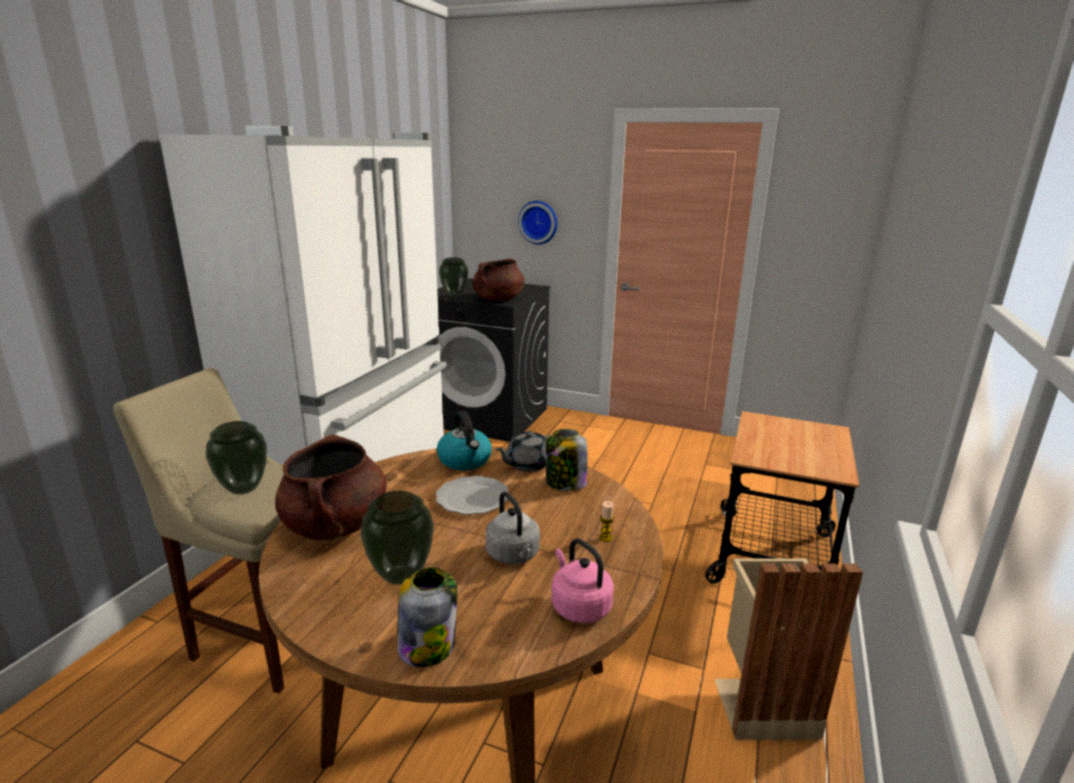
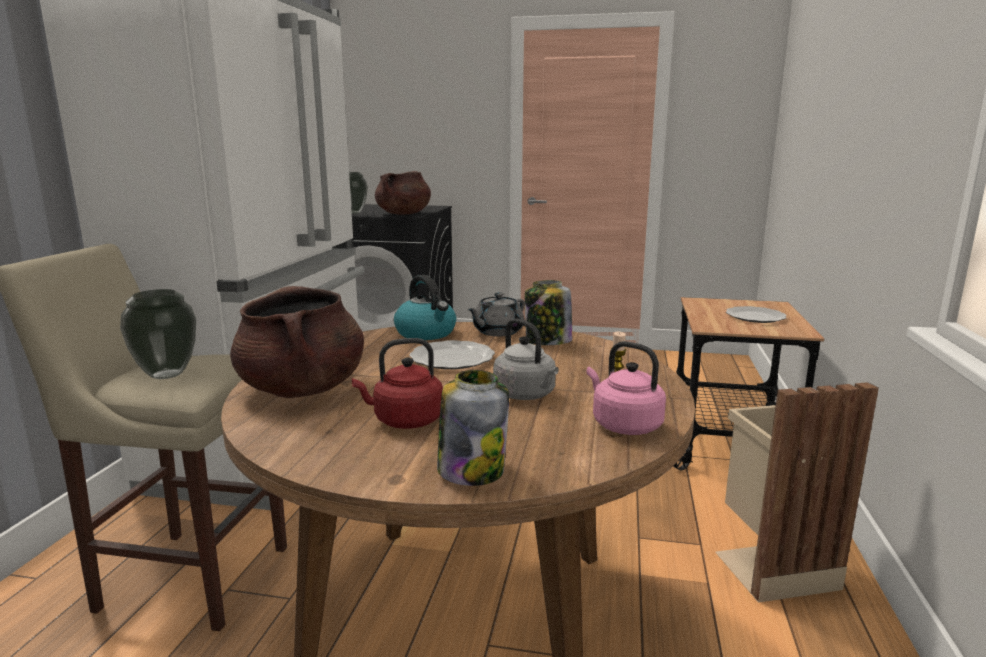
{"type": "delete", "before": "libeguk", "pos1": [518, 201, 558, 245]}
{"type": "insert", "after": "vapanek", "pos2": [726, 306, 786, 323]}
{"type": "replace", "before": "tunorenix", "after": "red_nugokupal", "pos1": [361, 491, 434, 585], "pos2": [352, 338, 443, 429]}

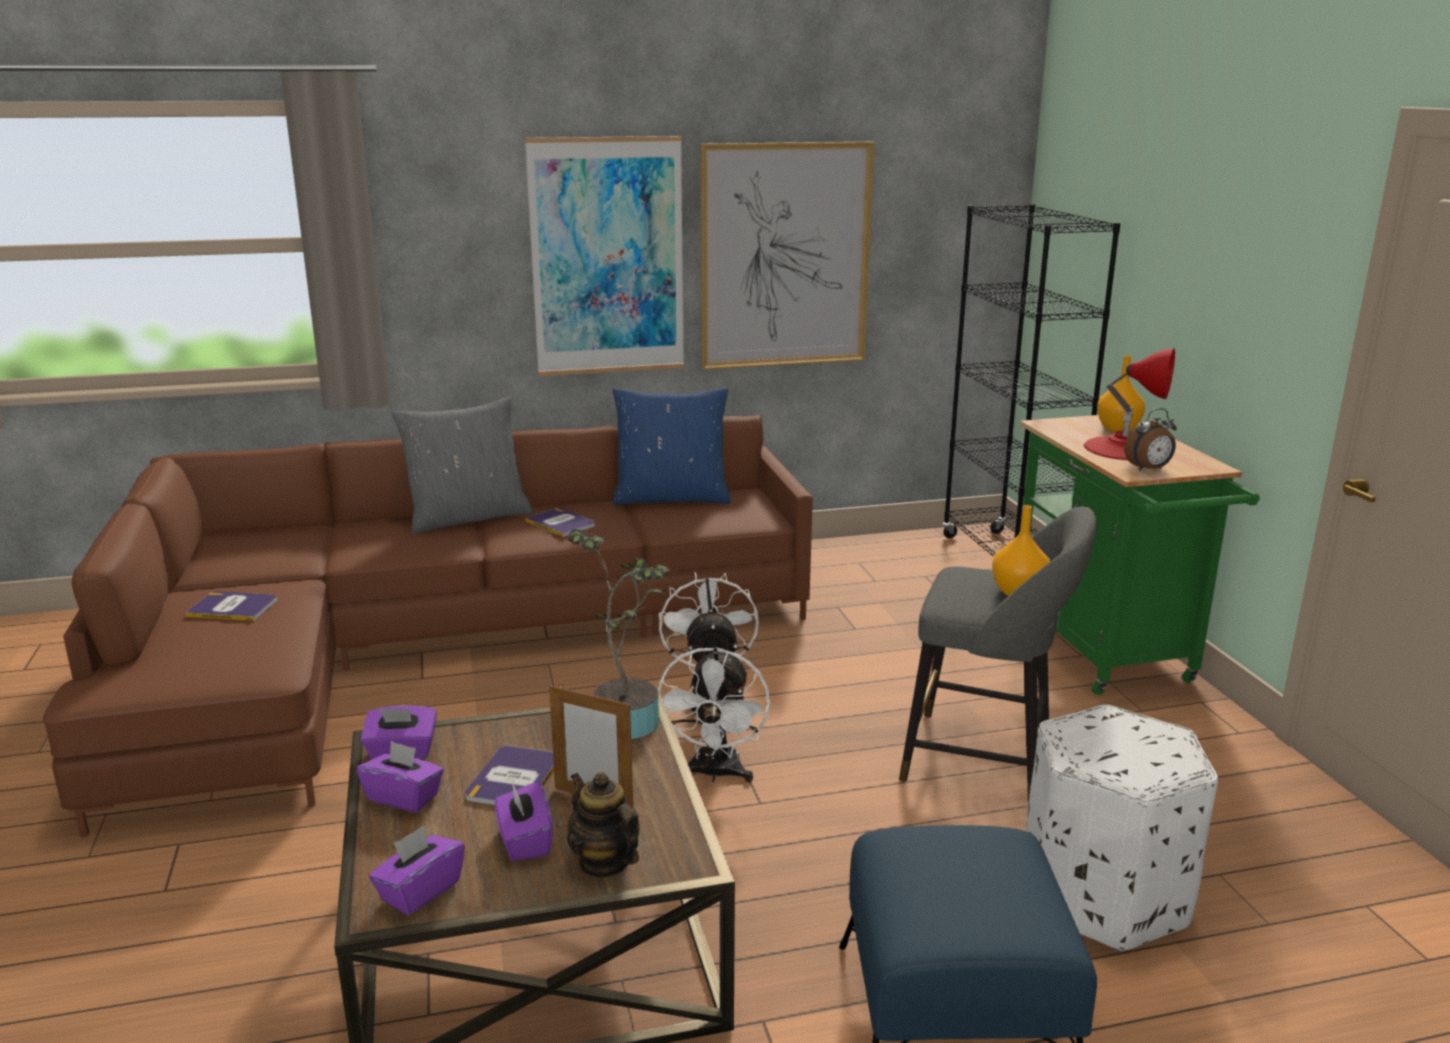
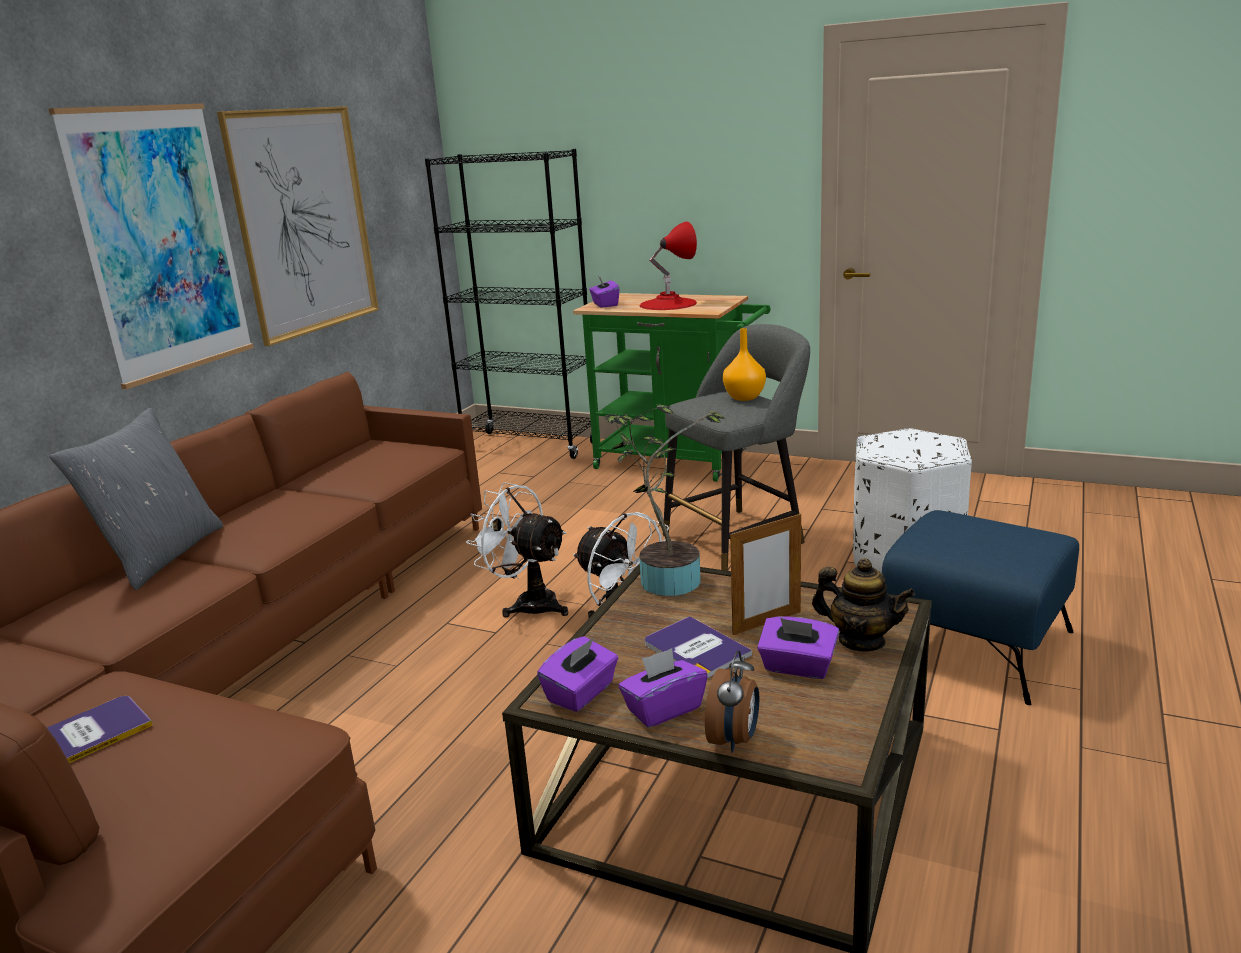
{"type": "delete", "before": "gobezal", "pos1": [526, 508, 595, 537]}
{"type": "delete", "before": "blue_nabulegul", "pos1": [613, 388, 731, 505]}
{"type": "delete", "before": "orange_tunorenix", "pos1": [1097, 355, 1145, 432]}
{"type": "move", "before": "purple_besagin", "pos1": [369, 826, 465, 915], "pos2": [589, 277, 619, 308]}
{"type": "move", "before": "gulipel", "pos1": [1124, 408, 1177, 471], "pos2": [705, 650, 759, 752]}
{"type": "rotate", "before": "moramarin", "pos1": [567, 772, 640, 878], "pos2": [812, 558, 915, 652], "turn": -150}

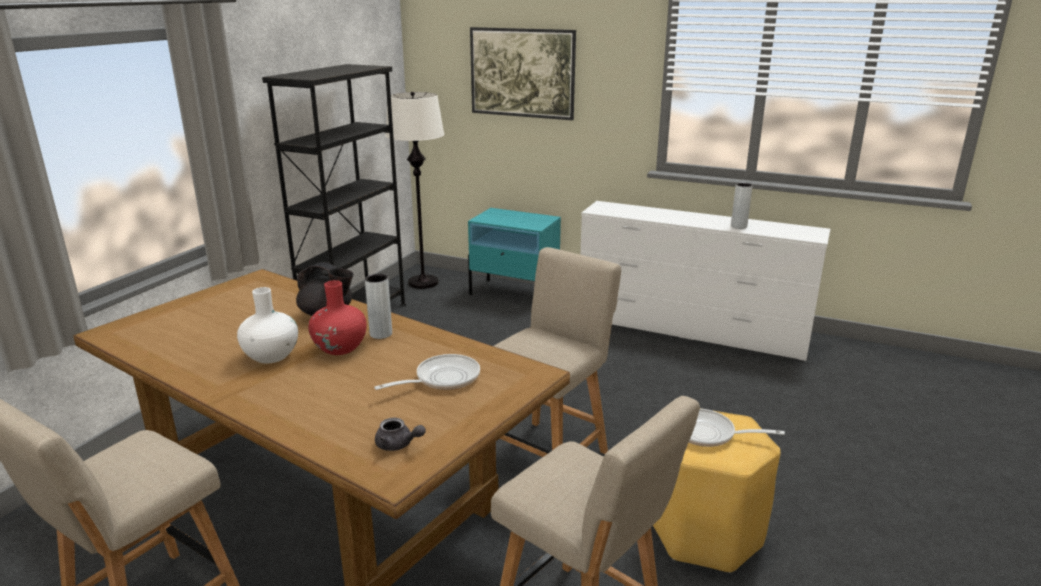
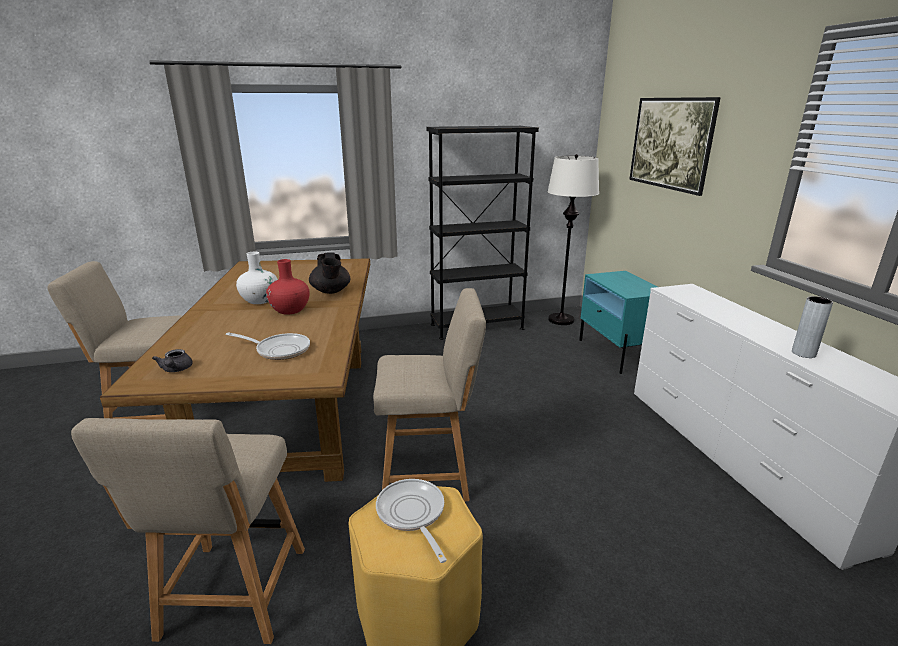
{"type": "delete", "before": "grey_tunorenix", "pos1": [365, 274, 392, 339]}

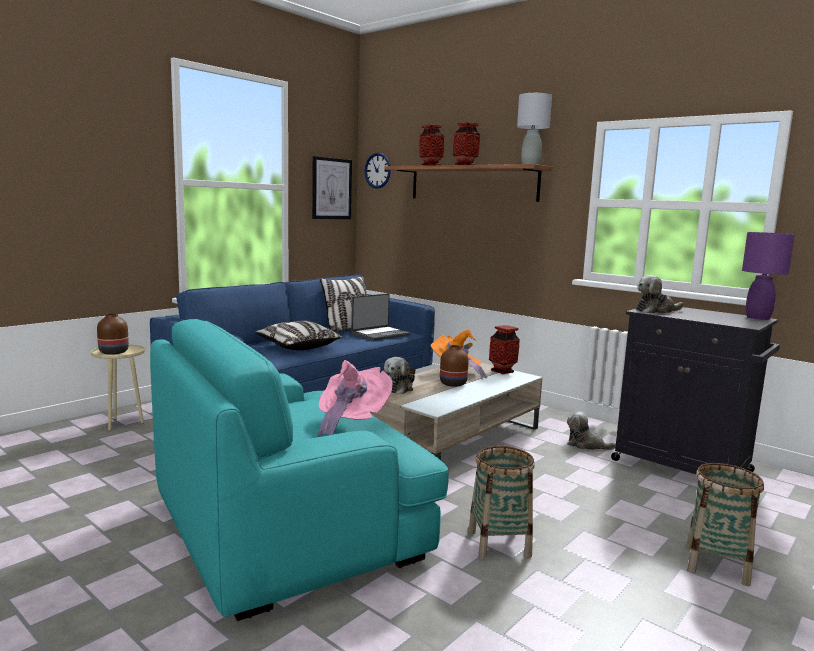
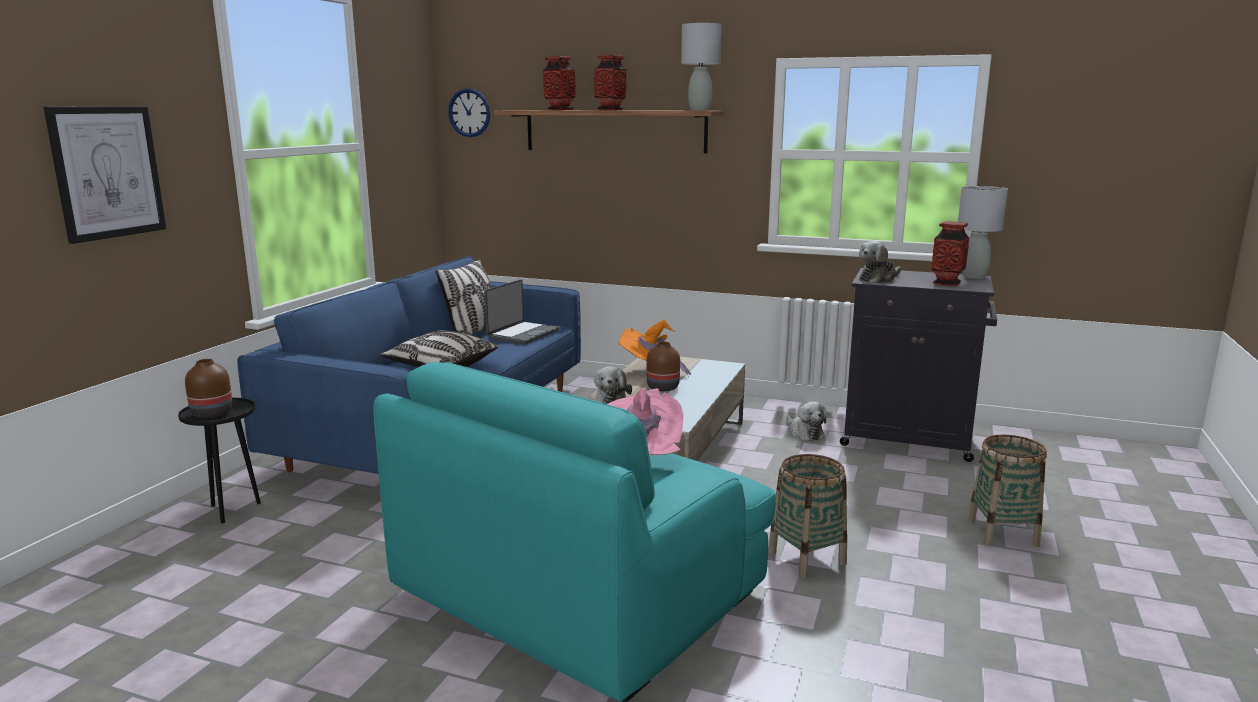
{"type": "move", "before": "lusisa", "pos1": [312, 156, 352, 219], "pos2": [44, 106, 166, 244]}
{"type": "move", "before": "tunorenix", "pos1": [489, 325, 520, 374], "pos2": [931, 221, 969, 286]}
{"type": "recolor", "before": "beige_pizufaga", "after": "black_pizufaga", "pos1": [91, 344, 145, 431], "pos2": [178, 398, 261, 524]}
{"type": "recolor", "before": "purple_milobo", "after": "grey_milobo", "pos1": [742, 232, 795, 320], "pos2": [958, 186, 1008, 279]}
{"type": "rotate", "before": "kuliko", "pos1": [567, 412, 616, 450], "pos2": [787, 402, 827, 441], "turn": -120}

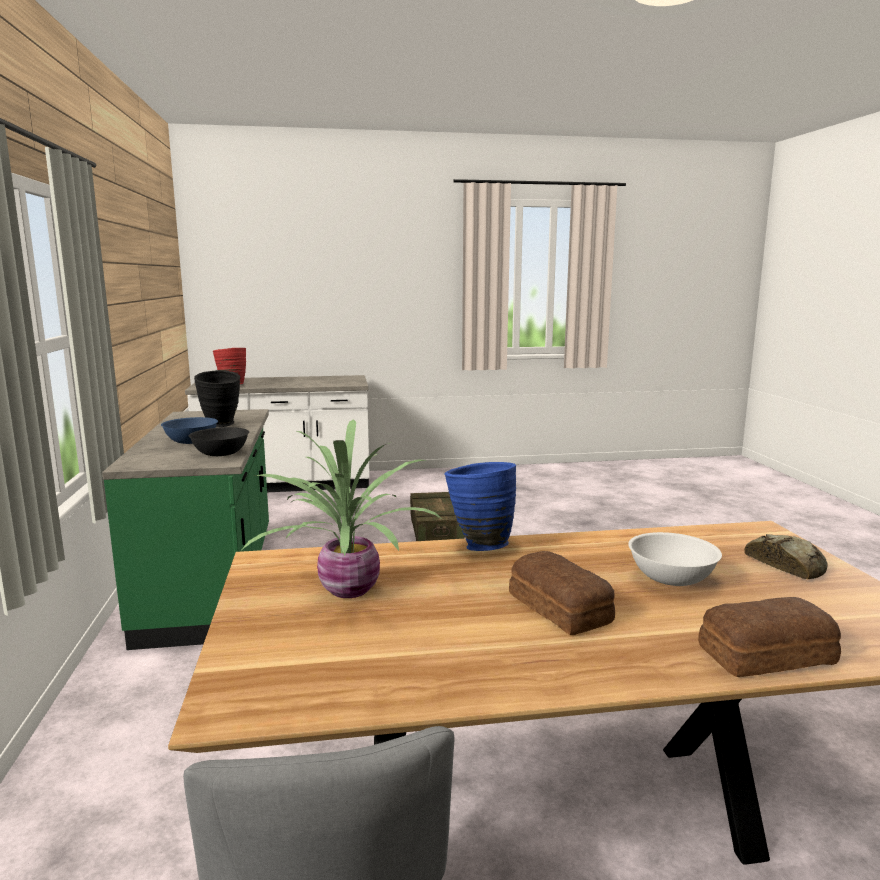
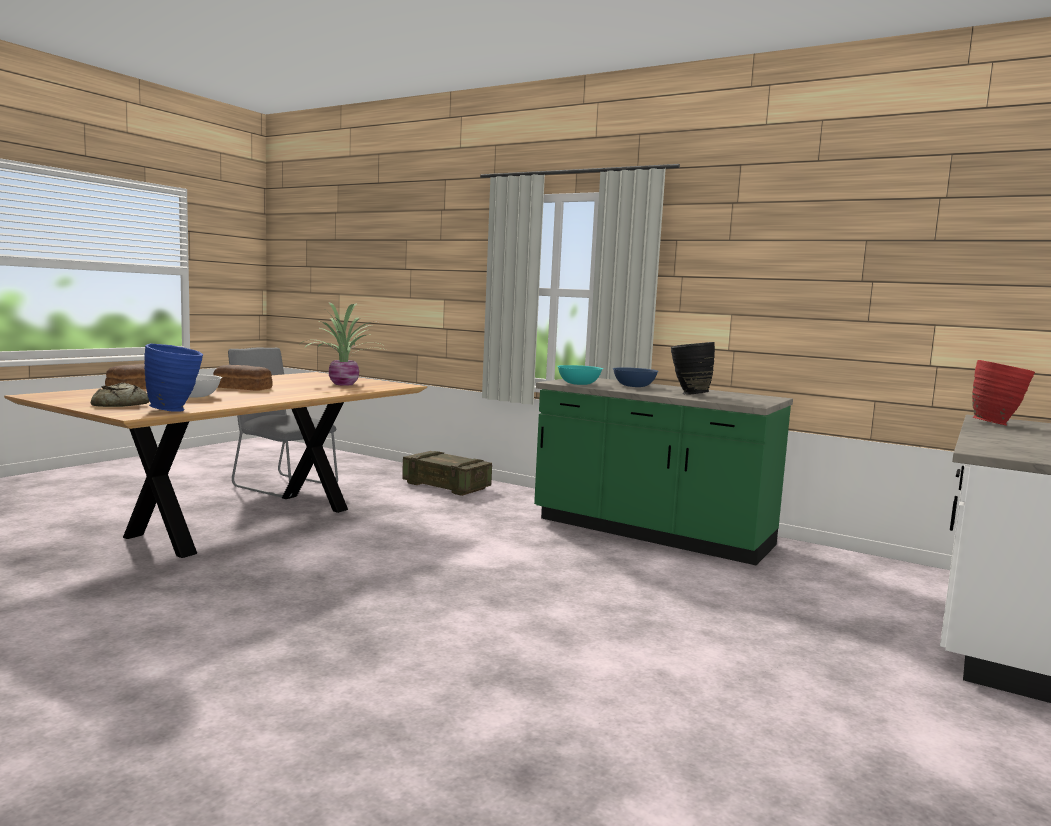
{"type": "move", "before": "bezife", "pos1": [410, 492, 465, 541], "pos2": [402, 451, 492, 496]}
{"type": "move", "before": "blue_tunorenix", "pos1": [444, 462, 516, 551], "pos2": [144, 344, 203, 412]}
{"type": "recolor", "before": "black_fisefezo", "after": "turquoise_fisefezo", "pos1": [189, 427, 249, 456], "pos2": [557, 365, 603, 385]}

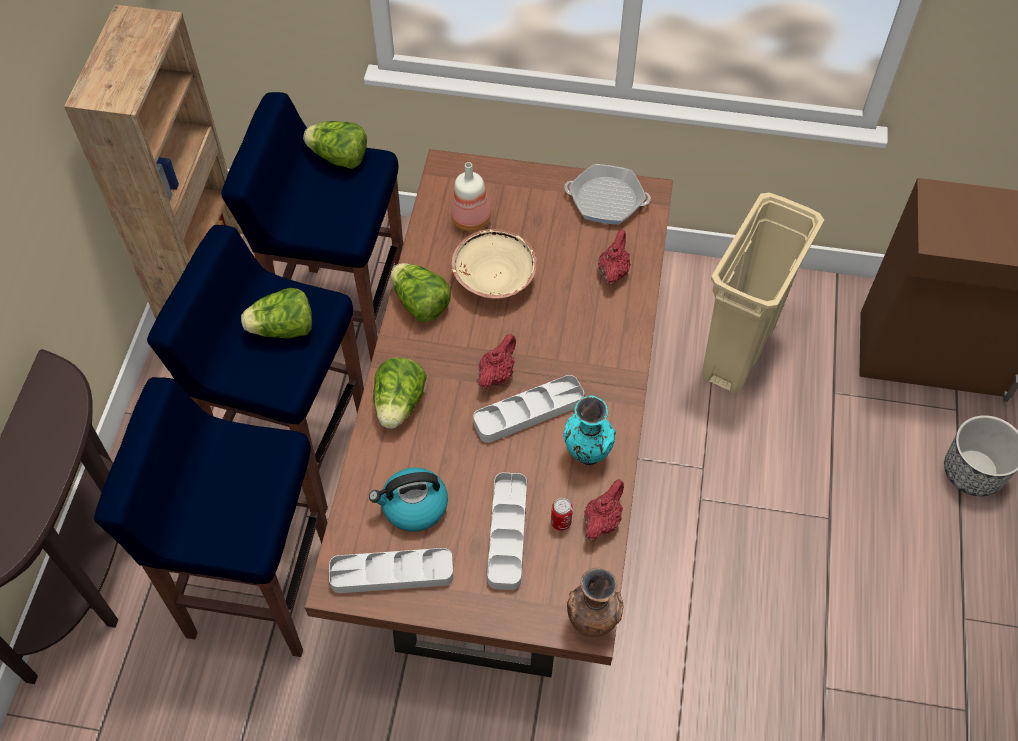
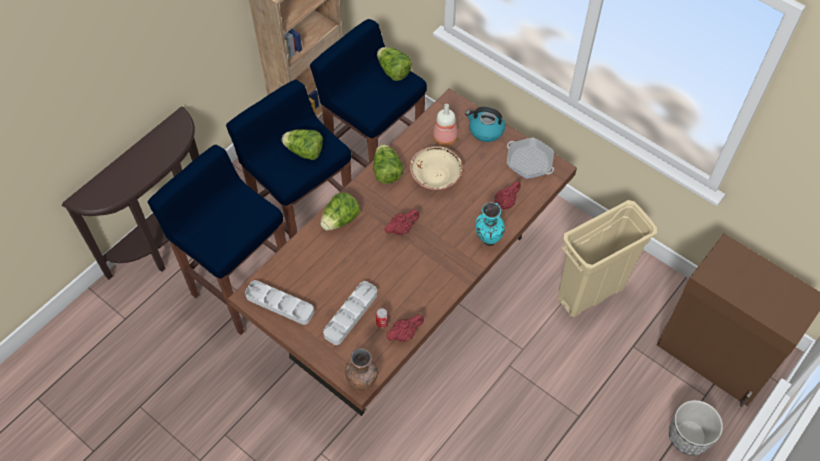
{"type": "delete", "before": "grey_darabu", "pos1": [474, 375, 584, 443]}
{"type": "move", "before": "nugokupal", "pos1": [369, 467, 448, 532], "pos2": [465, 107, 505, 142]}
{"type": "move", "before": "turquoise_tunorenix", "pos1": [563, 395, 616, 465], "pos2": [476, 202, 505, 246]}

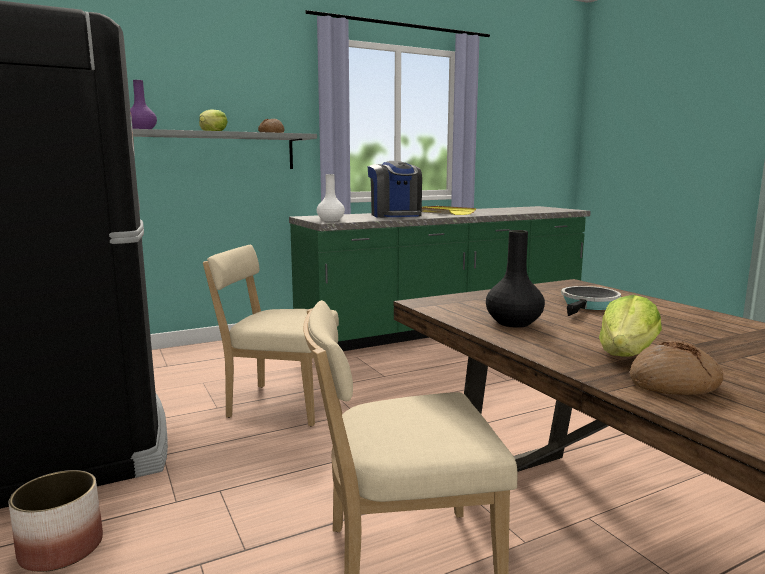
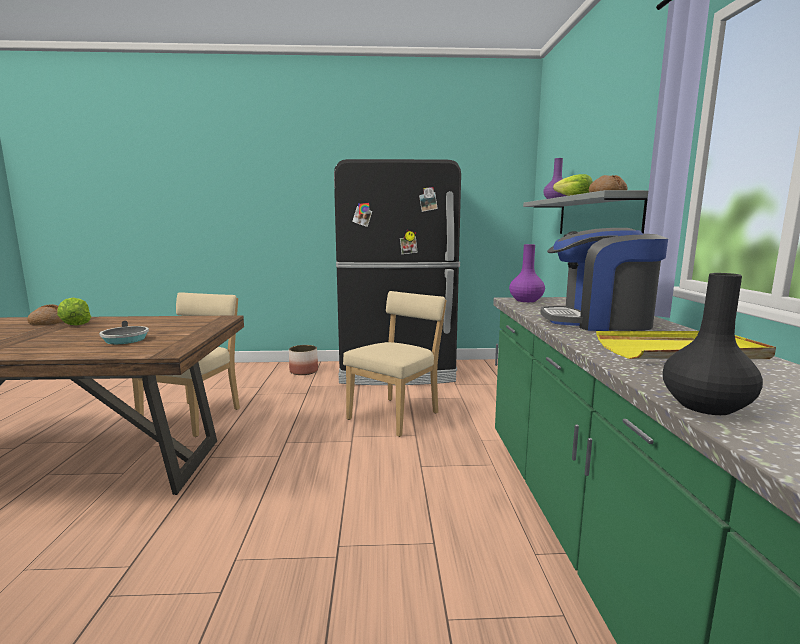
{"type": "move", "before": "black_tunorenix", "pos1": [486, 230, 545, 328], "pos2": [663, 273, 763, 415]}
{"type": "recolor", "before": "white_tunorenix", "after": "purple_tunorenix", "pos1": [317, 174, 345, 221], "pos2": [509, 244, 545, 302]}

